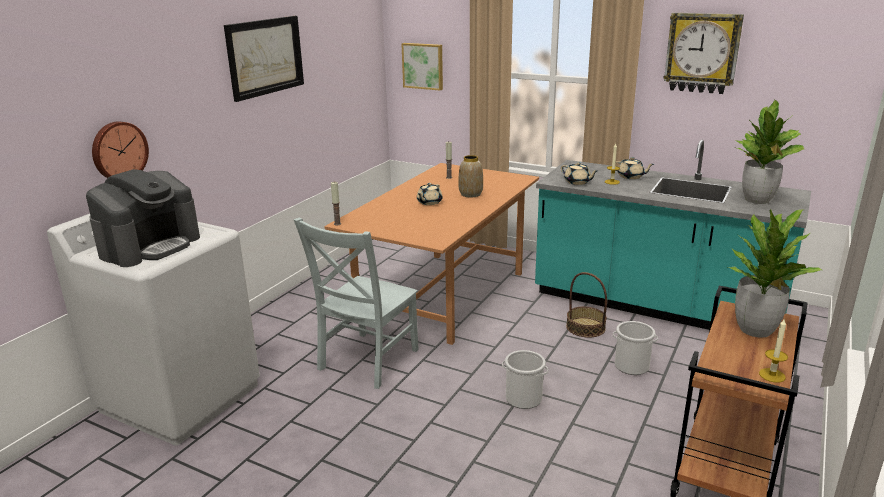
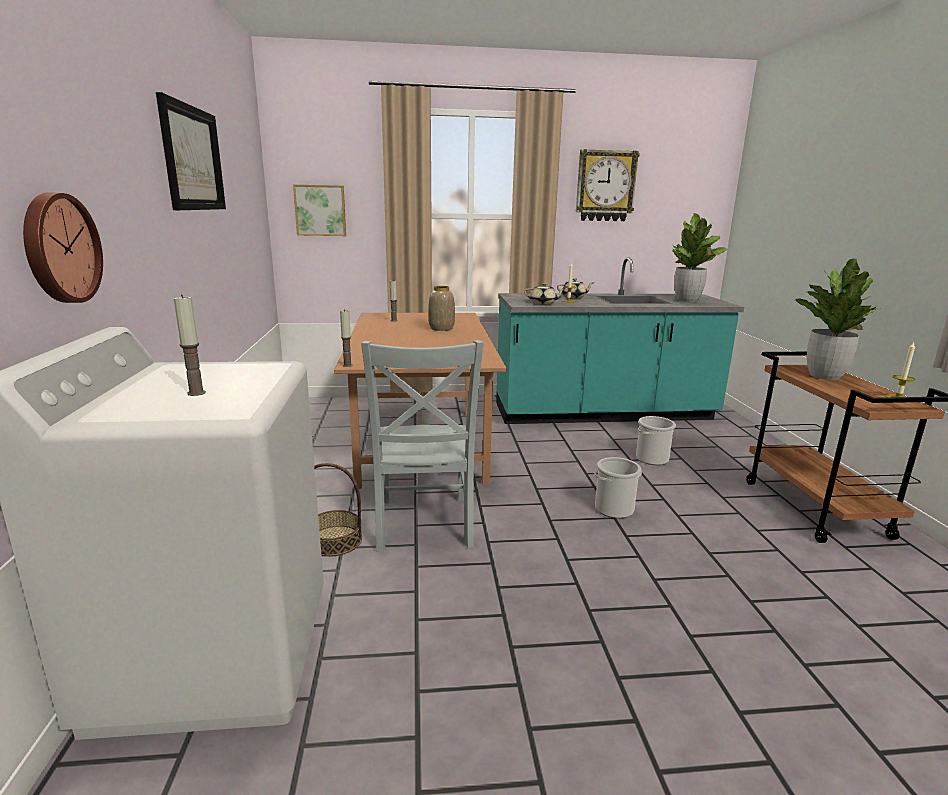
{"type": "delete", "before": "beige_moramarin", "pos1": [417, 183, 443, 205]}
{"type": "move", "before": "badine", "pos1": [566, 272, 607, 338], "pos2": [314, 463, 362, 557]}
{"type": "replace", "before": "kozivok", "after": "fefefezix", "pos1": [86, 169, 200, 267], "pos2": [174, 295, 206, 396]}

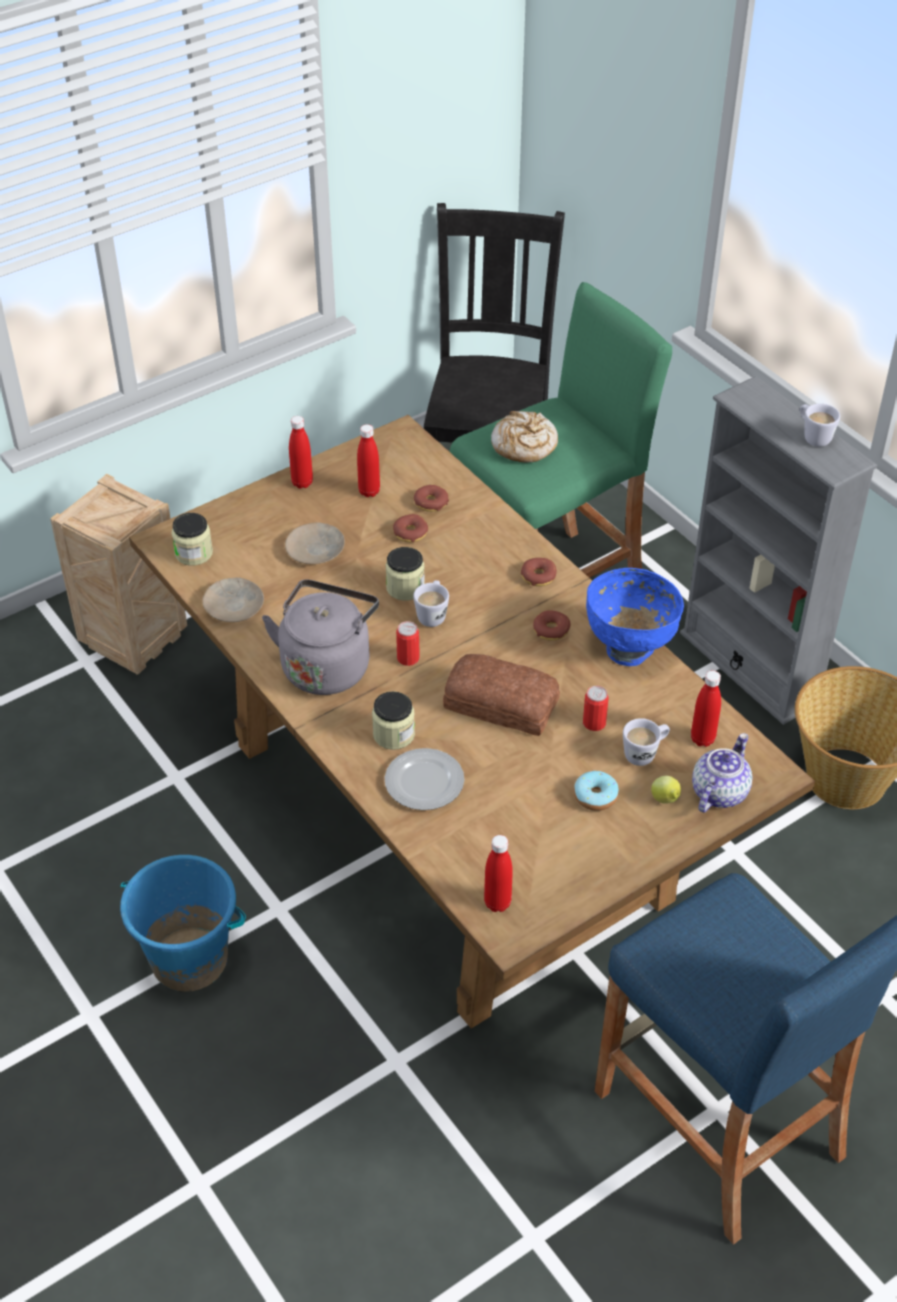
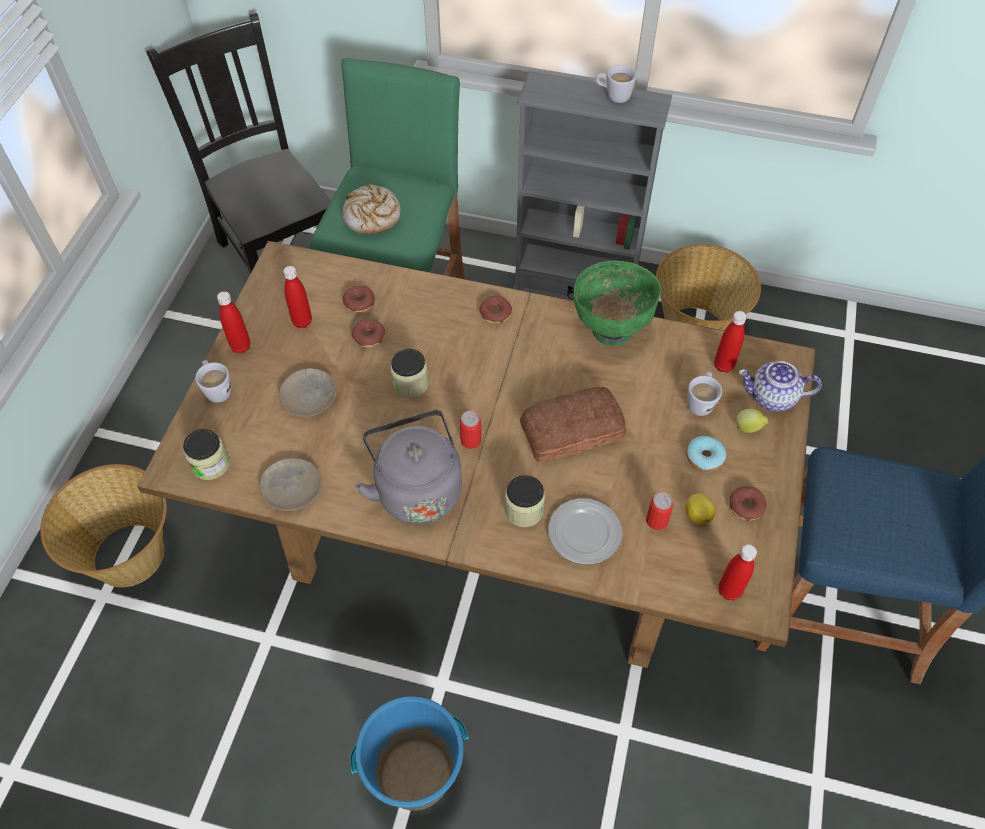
{"type": "insert", "after": "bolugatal", "pos2": [685, 493, 715, 525]}
{"type": "move", "before": "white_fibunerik", "pos1": [413, 580, 449, 627], "pos2": [195, 360, 231, 403]}
{"type": "move", "before": "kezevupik", "pos1": [533, 610, 570, 641], "pos2": [729, 486, 767, 521]}
{"type": "move", "before": "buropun", "pos1": [583, 686, 608, 731], "pos2": [646, 492, 673, 530]}
{"type": "replace", "before": "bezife", "after": "badine", "pos1": [50, 473, 187, 675], "pos2": [40, 464, 167, 587]}
{"type": "recolor", "before": "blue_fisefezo", "after": "green_fisefezo", "pos1": [586, 568, 684, 666], "pos2": [573, 261, 661, 346]}
{"type": "rotate", "before": "moramarin", "pos1": [692, 733, 752, 813], "pos2": [739, 361, 822, 411], "turn": -75}

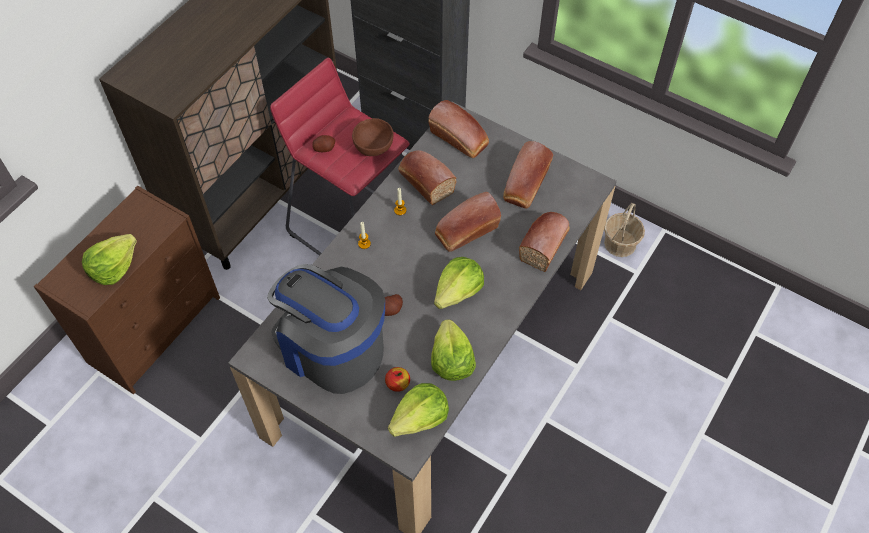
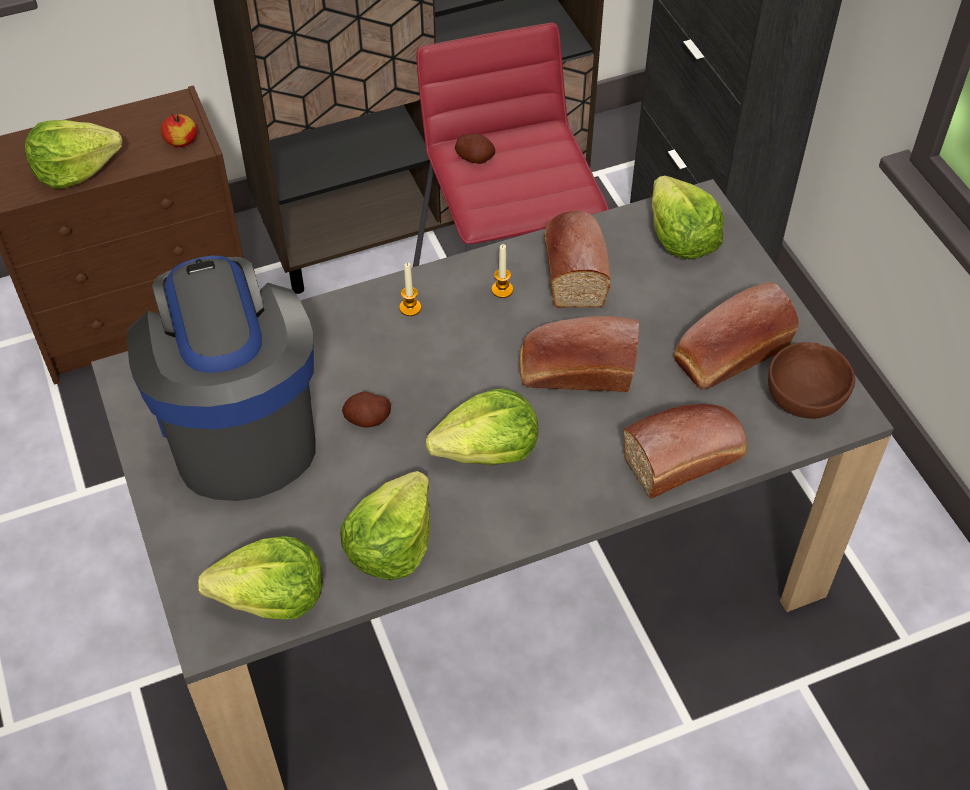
{"type": "delete", "before": "badine", "pos1": [604, 203, 645, 257]}
{"type": "move", "before": "brown_fisefezo", "pos1": [352, 118, 394, 156], "pos2": [768, 342, 855, 419]}
{"type": "move", "before": "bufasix", "pos1": [385, 367, 410, 392], "pos2": [161, 113, 197, 147]}
{"type": "replace", "before": "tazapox", "after": "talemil", "pos1": [428, 100, 489, 158], "pos2": [652, 175, 724, 259]}

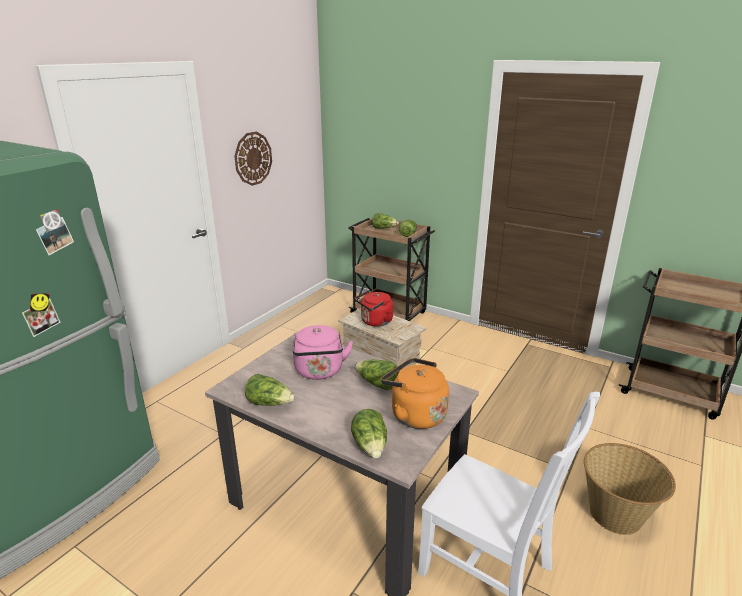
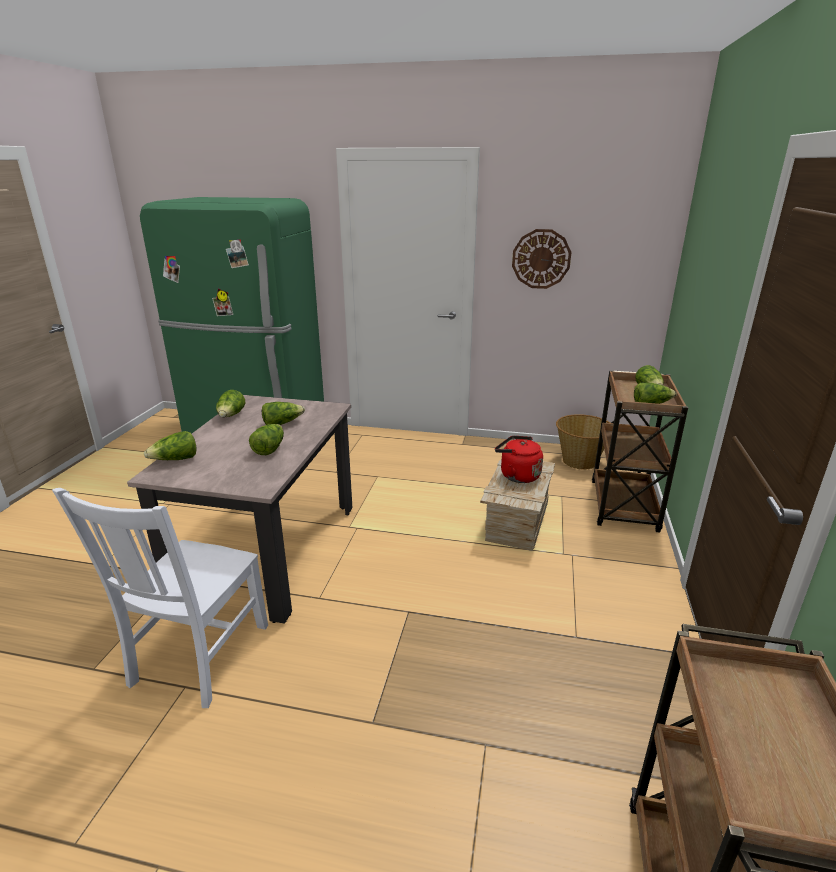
{"type": "delete", "before": "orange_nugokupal", "pos1": [381, 358, 449, 429]}
{"type": "move", "before": "badine", "pos1": [584, 443, 676, 535], "pos2": [556, 414, 610, 469]}
{"type": "replace", "before": "pink_nugokupal", "after": "talemil", "pos1": [293, 325, 353, 380], "pos2": [262, 402, 305, 425]}

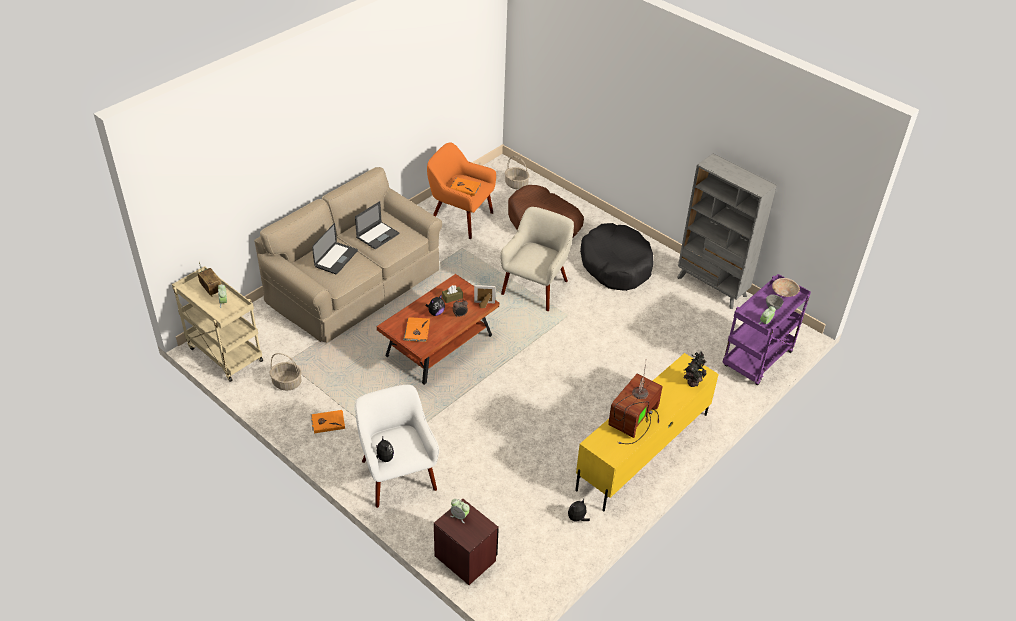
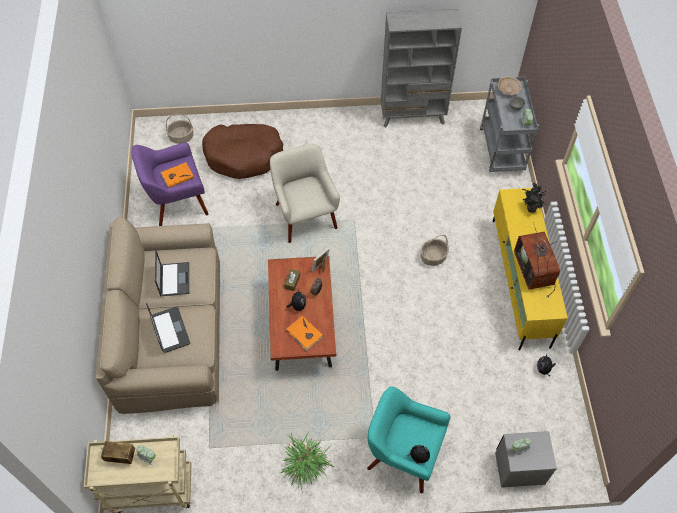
{"type": "delete", "before": "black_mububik", "pos1": [580, 223, 653, 291]}
{"type": "move", "before": "badine", "pos1": [270, 353, 302, 390], "pos2": [421, 235, 449, 266]}
{"type": "replace", "before": "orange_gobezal", "after": "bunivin", "pos1": [311, 410, 345, 433], "pos2": [279, 432, 333, 489]}
{"type": "recolor", "before": "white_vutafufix", "after": "turquoise_vutafufix", "pos1": [355, 385, 439, 508], "pos2": [367, 386, 451, 494]}
{"type": "recolor", "before": "orange_vutafufix", "after": "purple_vutafufix", "pos1": [427, 142, 496, 239], "pos2": [132, 142, 209, 226]}
{"type": "recolor", "before": "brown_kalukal", "after": "grey_kalukal", "pos1": [434, 499, 499, 585], "pos2": [495, 431, 557, 488]}
{"type": "recolor", "before": "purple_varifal", "after": "grey_varifal", "pos1": [722, 274, 811, 385], "pos2": [480, 77, 539, 172]}

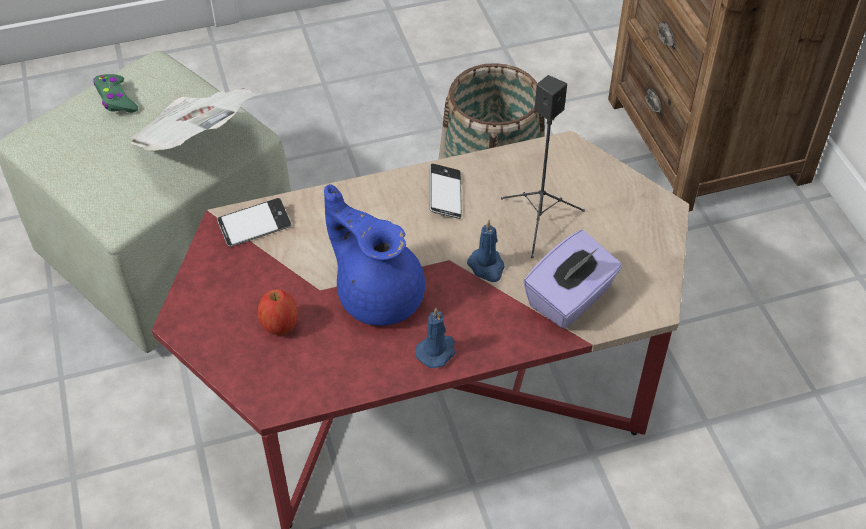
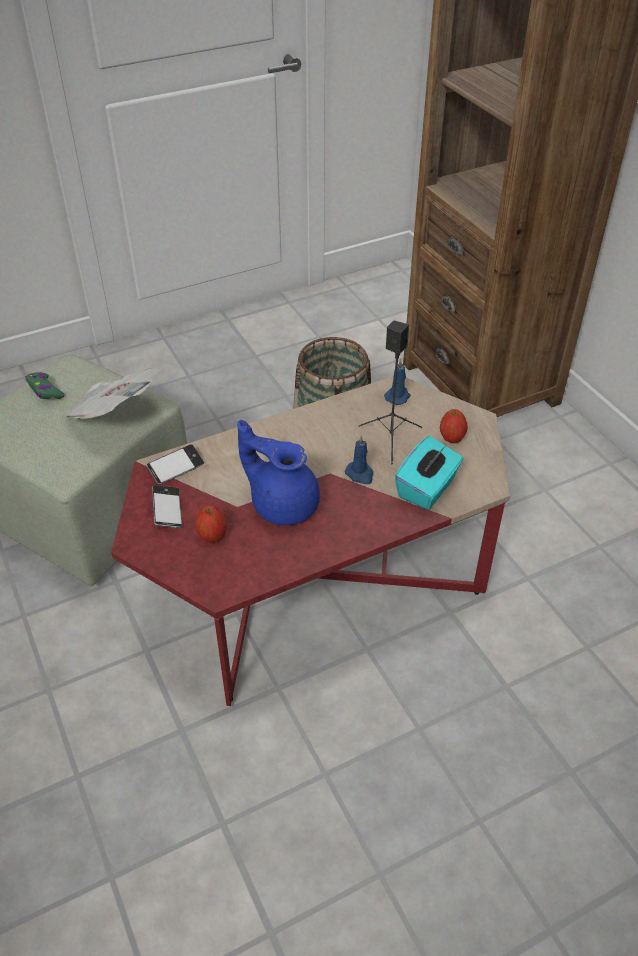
{"type": "insert", "after": "bufasix", "pos2": [440, 409, 468, 444]}
{"type": "move", "before": "blue_fefefezix", "pos1": [415, 308, 456, 368], "pos2": [384, 359, 410, 405]}
{"type": "move", "before": "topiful", "pos1": [430, 163, 462, 219], "pos2": [152, 485, 182, 528]}
{"type": "recolor", "before": "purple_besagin", "after": "turquoise_besagin", "pos1": [523, 230, 622, 329], "pos2": [395, 436, 463, 510]}

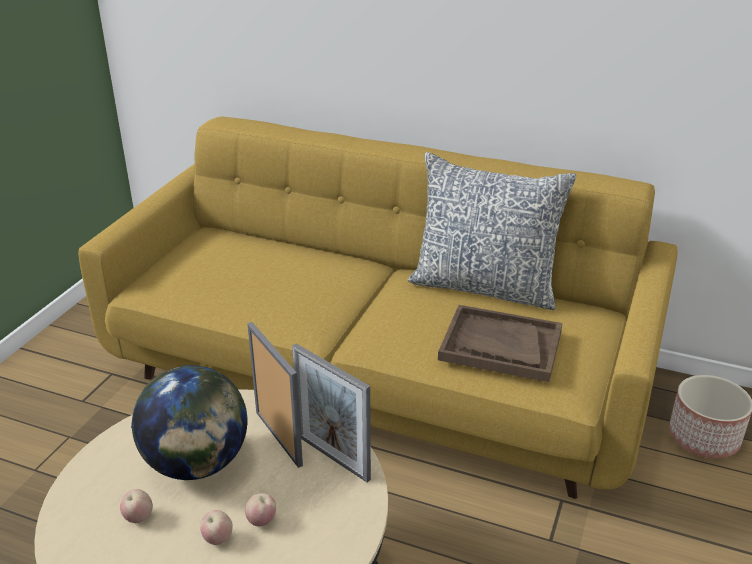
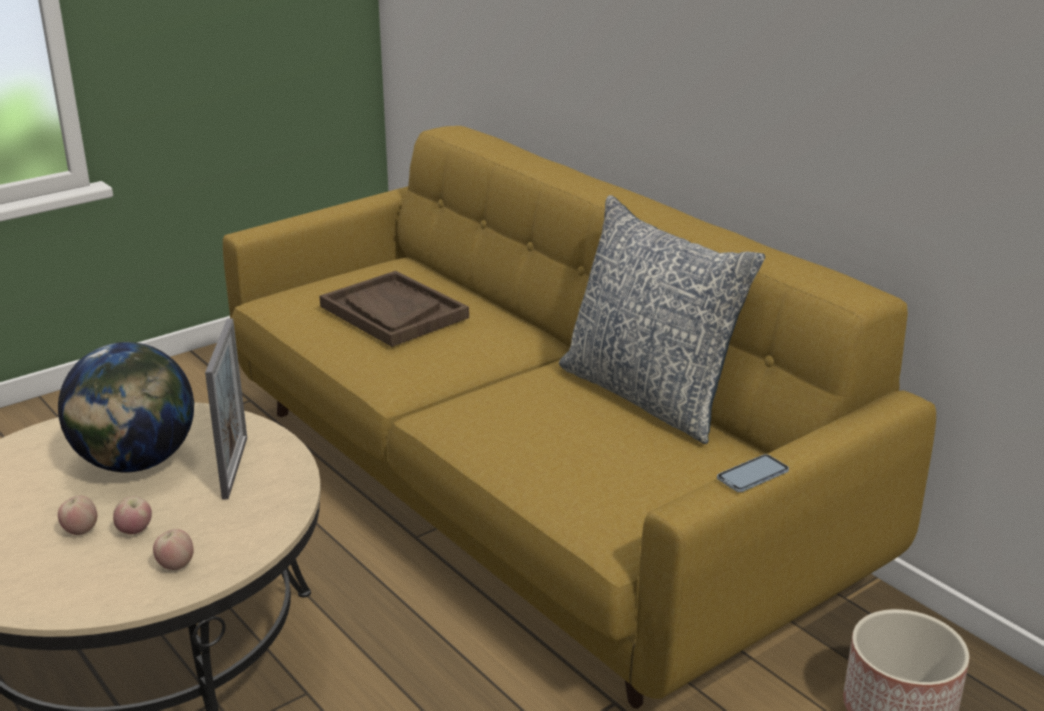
{"type": "delete", "before": "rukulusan", "pos1": [292, 344, 371, 483]}
{"type": "insert", "after": "topiful", "pos2": [717, 454, 789, 492]}
{"type": "move", "before": "bufasix", "pos1": [120, 489, 153, 523], "pos2": [153, 529, 194, 570]}
{"type": "move", "before": "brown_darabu", "pos1": [438, 305, 563, 382], "pos2": [319, 271, 469, 347]}

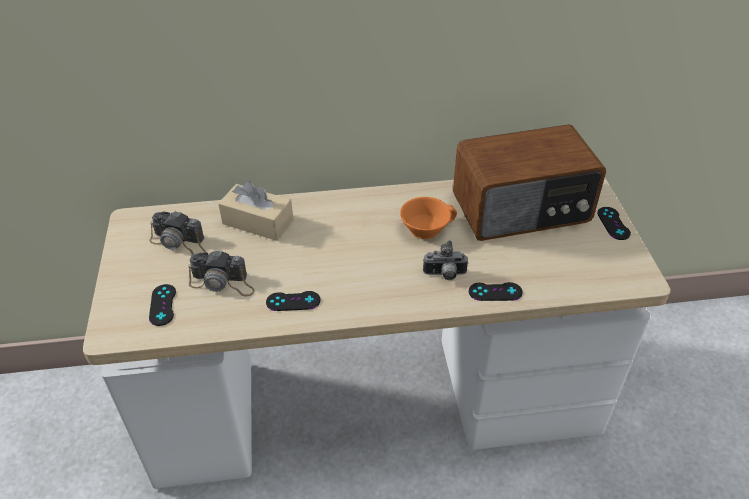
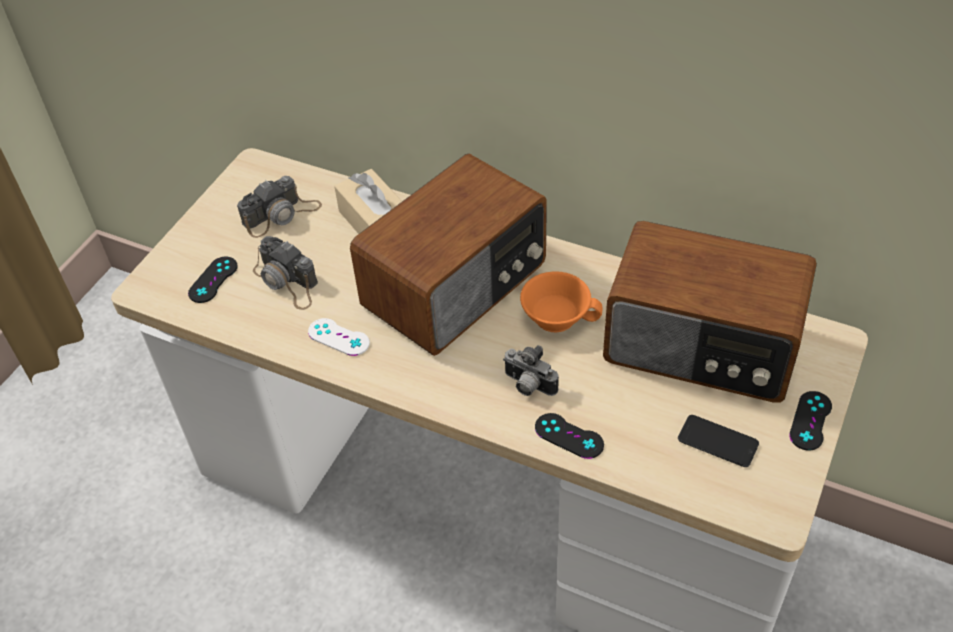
{"type": "insert", "after": "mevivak", "pos2": [350, 154, 547, 356]}
{"type": "insert", "after": "topiful", "pos2": [678, 415, 759, 467]}
{"type": "recolor", "before": "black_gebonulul", "after": "white_gebonulul", "pos1": [266, 291, 320, 311], "pos2": [308, 318, 370, 356]}
{"type": "rotate", "before": "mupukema", "pos1": [149, 211, 206, 255], "pos2": [237, 176, 322, 238], "turn": -90}

